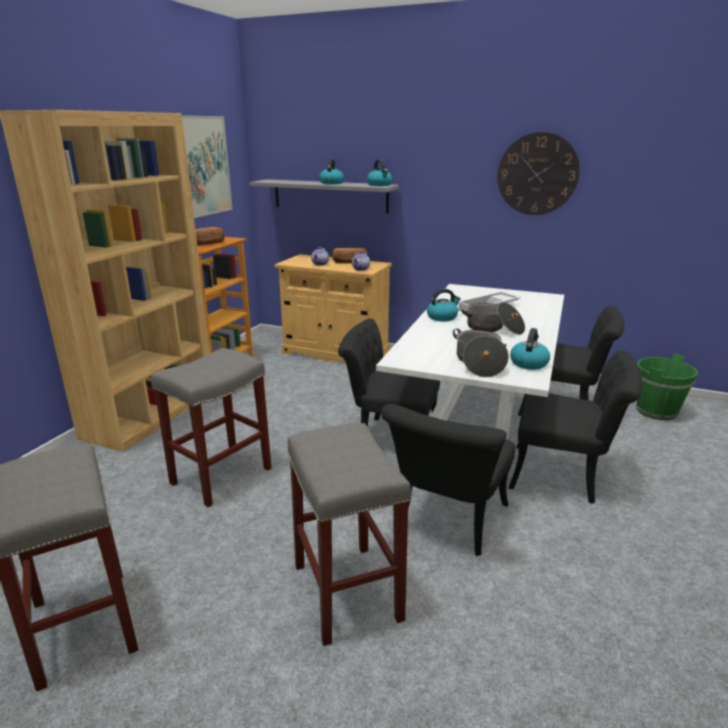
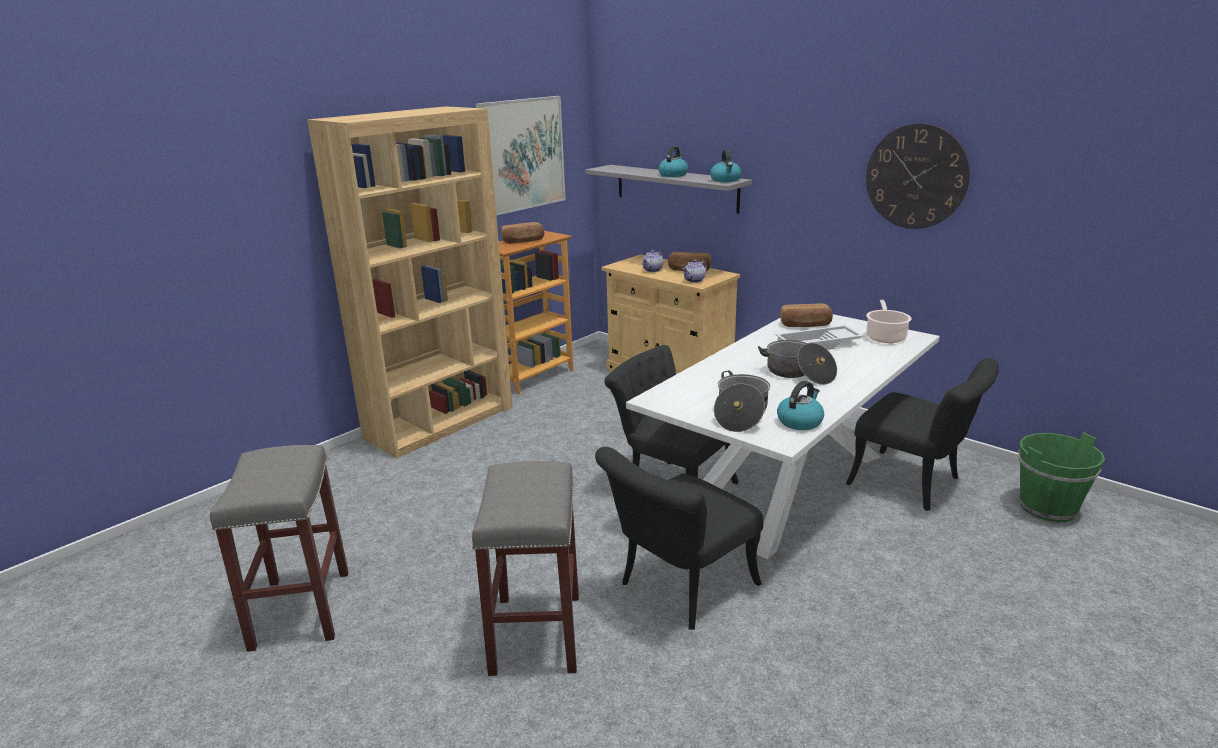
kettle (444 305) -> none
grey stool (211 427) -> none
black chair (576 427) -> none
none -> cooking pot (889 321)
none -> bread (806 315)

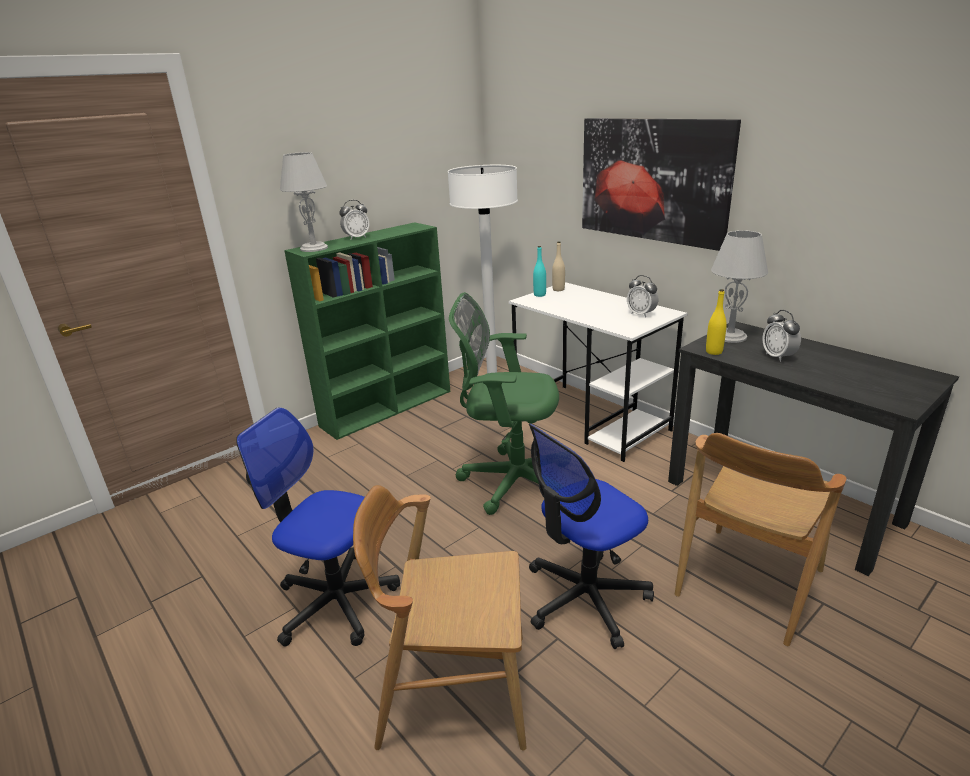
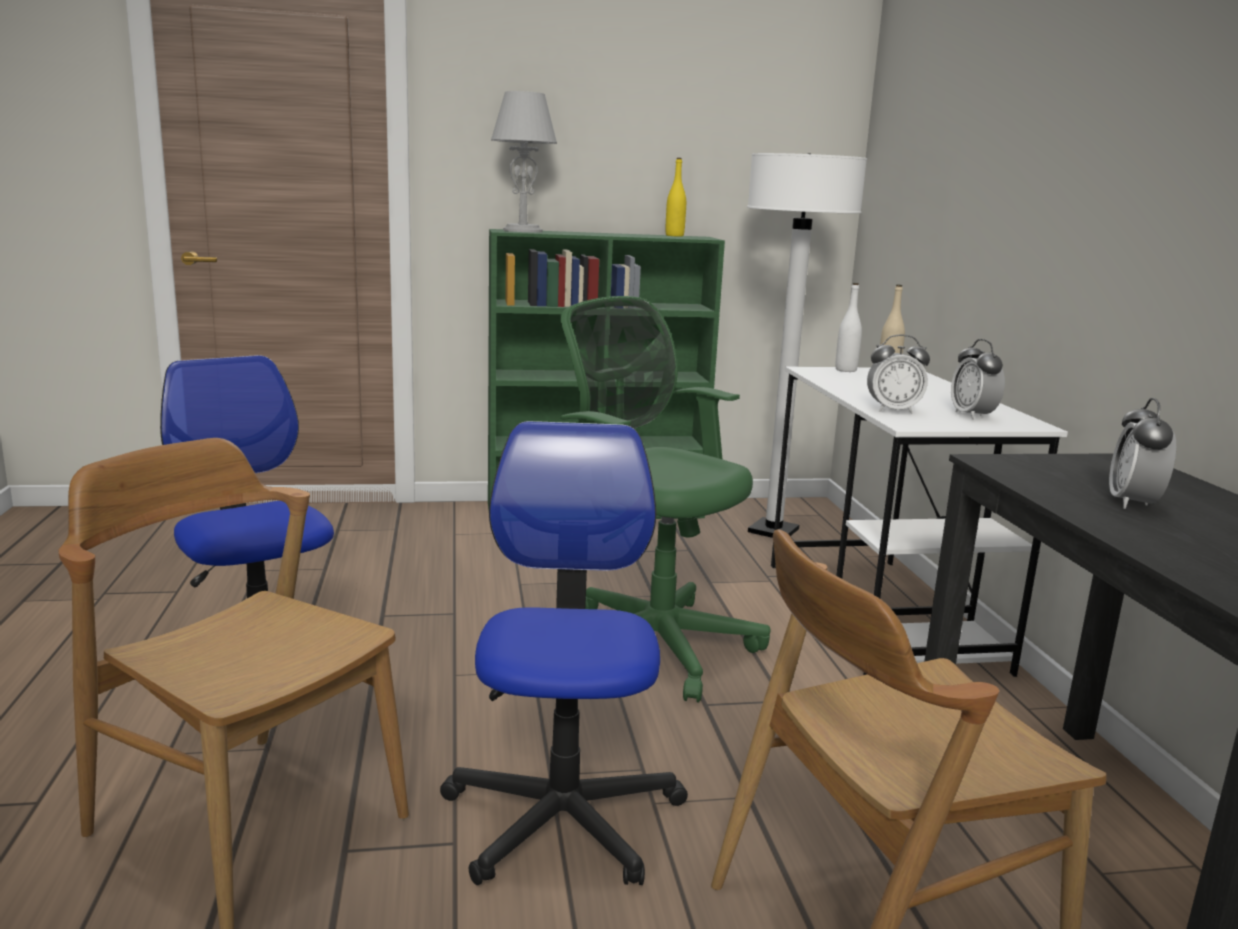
picture (661 184) -> none
alarm clock (354 220) -> alarm clock (898 374), shifted
grey table lamp (739 286) -> none
turquoise bottle (539 271) -> white bottle (848 327)
yellow bottle (716 322) -> yellow bottle (676 197), shifted
office chair (591 536) -> office chair (564 653), 90 degrees clockwise

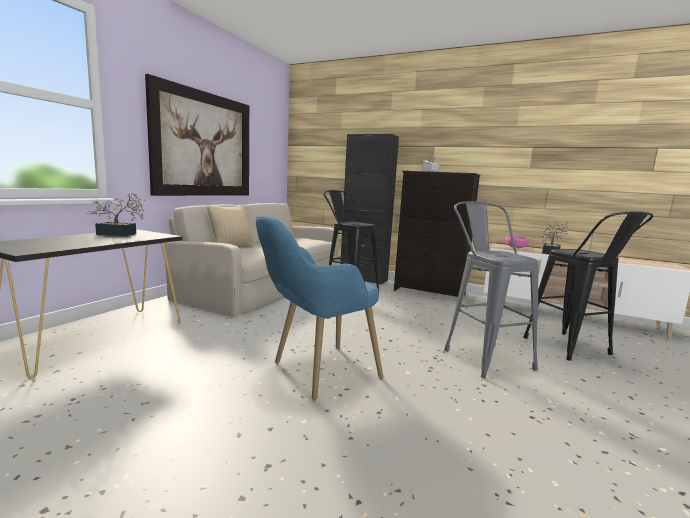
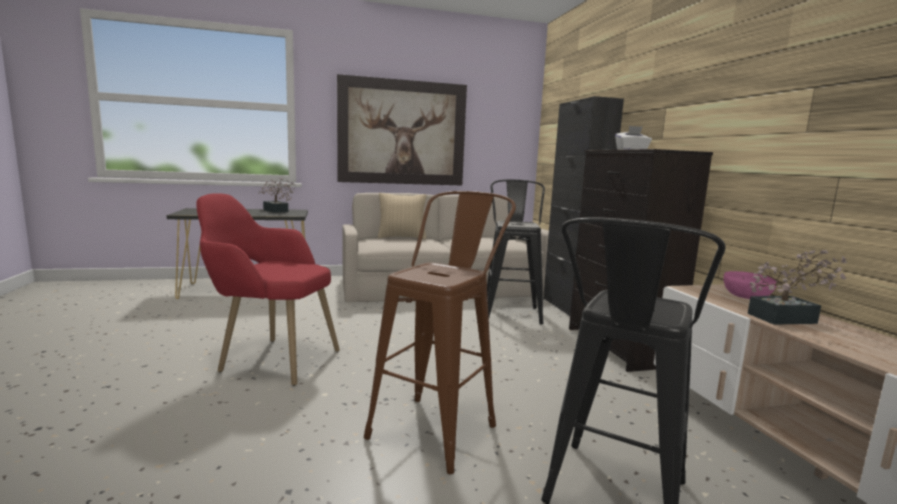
grey stool (491 289) -> brown stool (440 332)
blue armchair (319 307) -> red armchair (268 289)

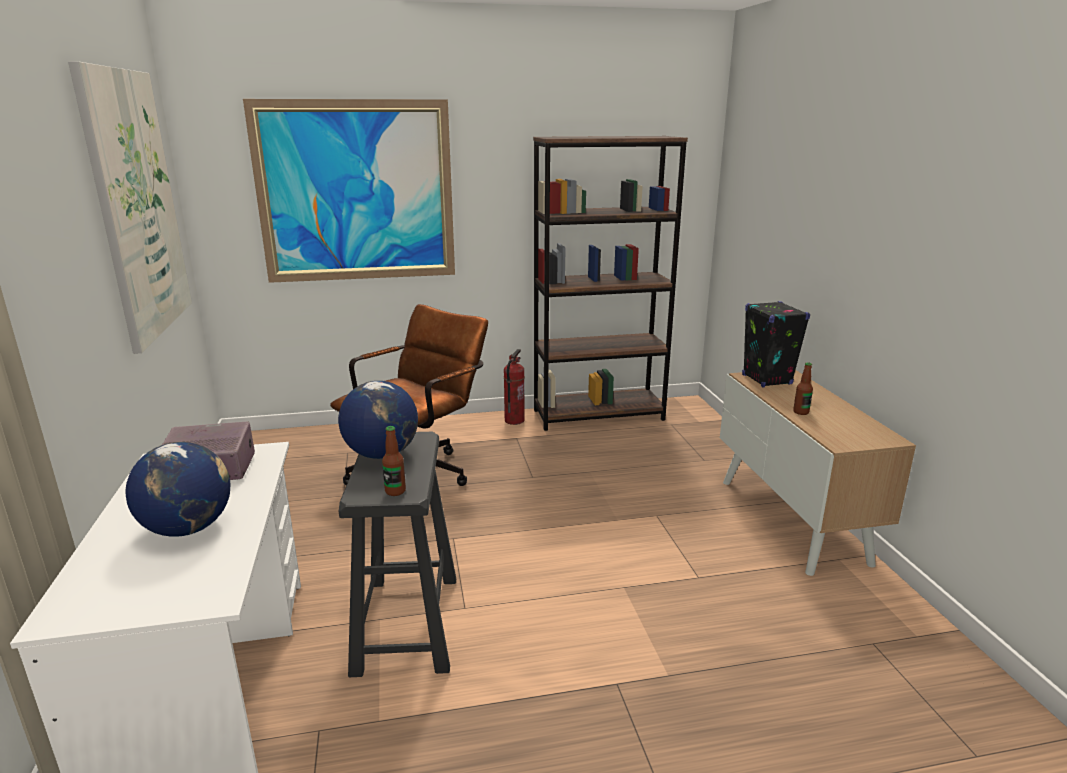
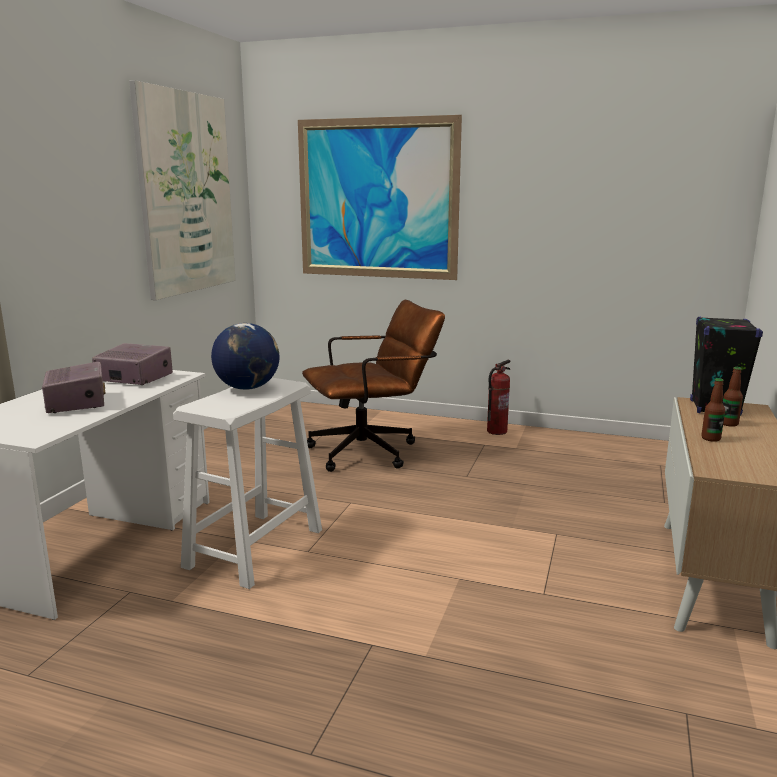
brown bookcase (610 283) -> none
bottle (394 461) -> bottle (733 397), shifted
black stool (397 554) -> white stool (247 483)
globe (177 489) -> radio (74 387)

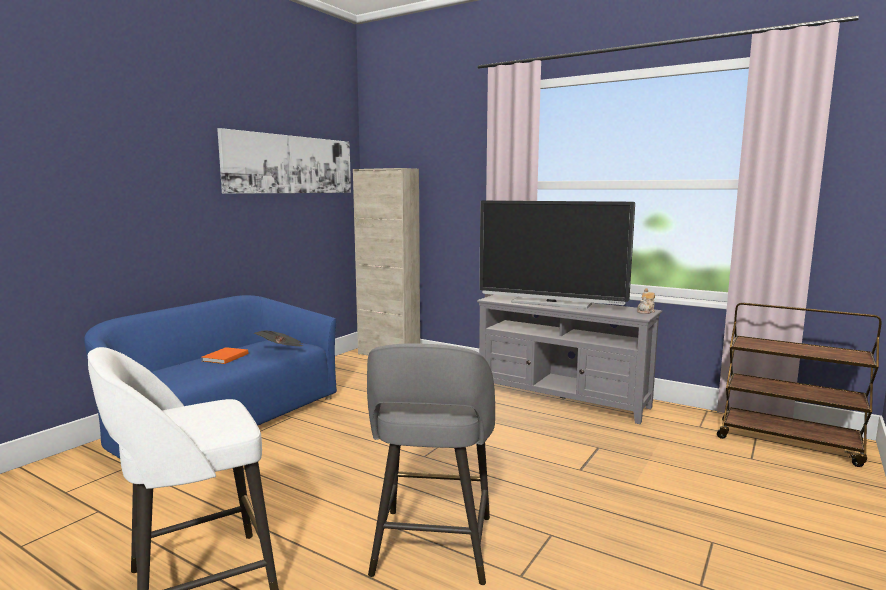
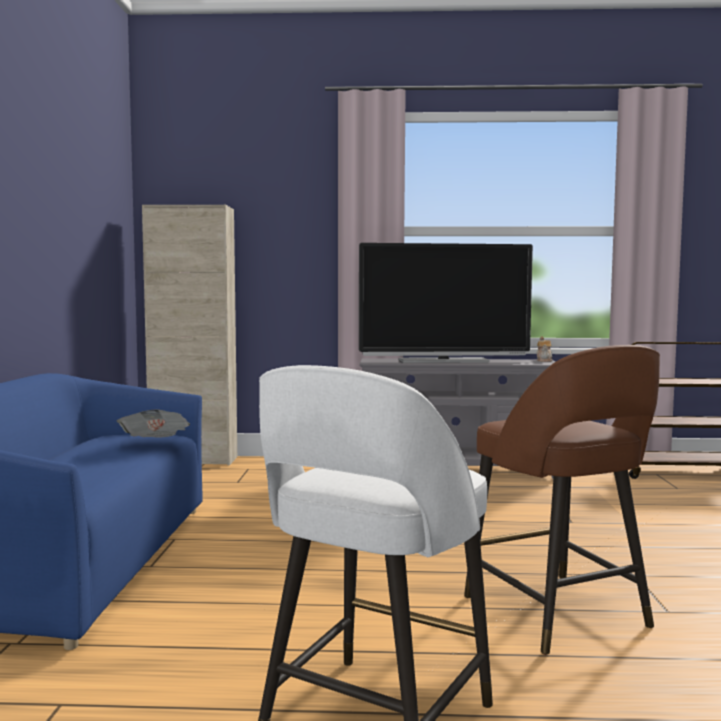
picture (284 161) -> none
grey stool (431 464) -> brown stool (562 500)
orange book (225 355) -> none

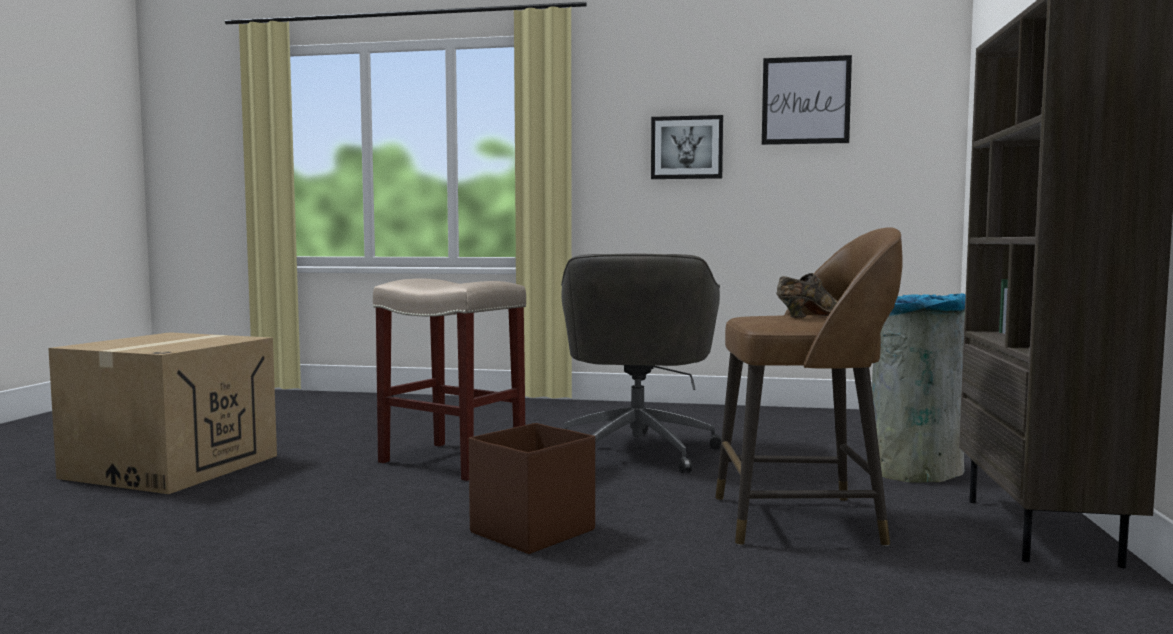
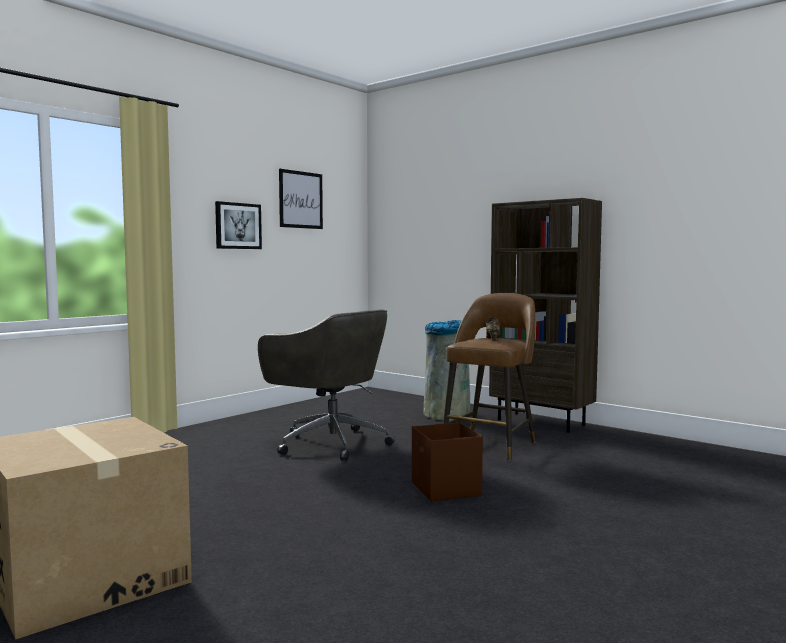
beige stool (449 379) -> none

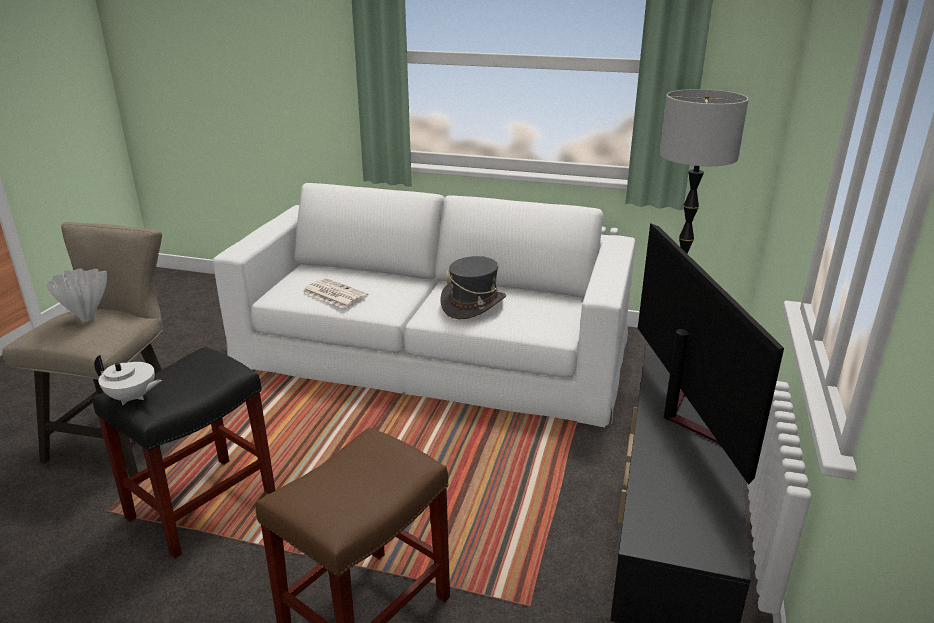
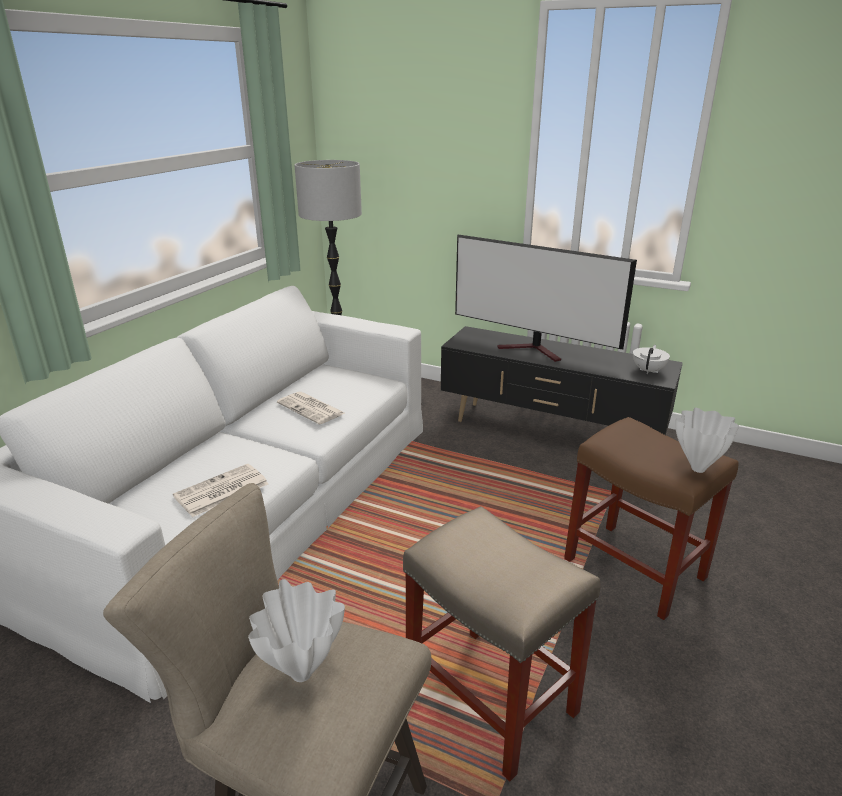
television (711 354) -> television (546 298), 150 degrees counterclockwise
grey hat (473 288) -> newspaper (311 408)
black stool (184 453) -> beige stool (501 644)
white teapot (128 380) -> white teapot (651 359), shifted
none -> white vase (707 440)

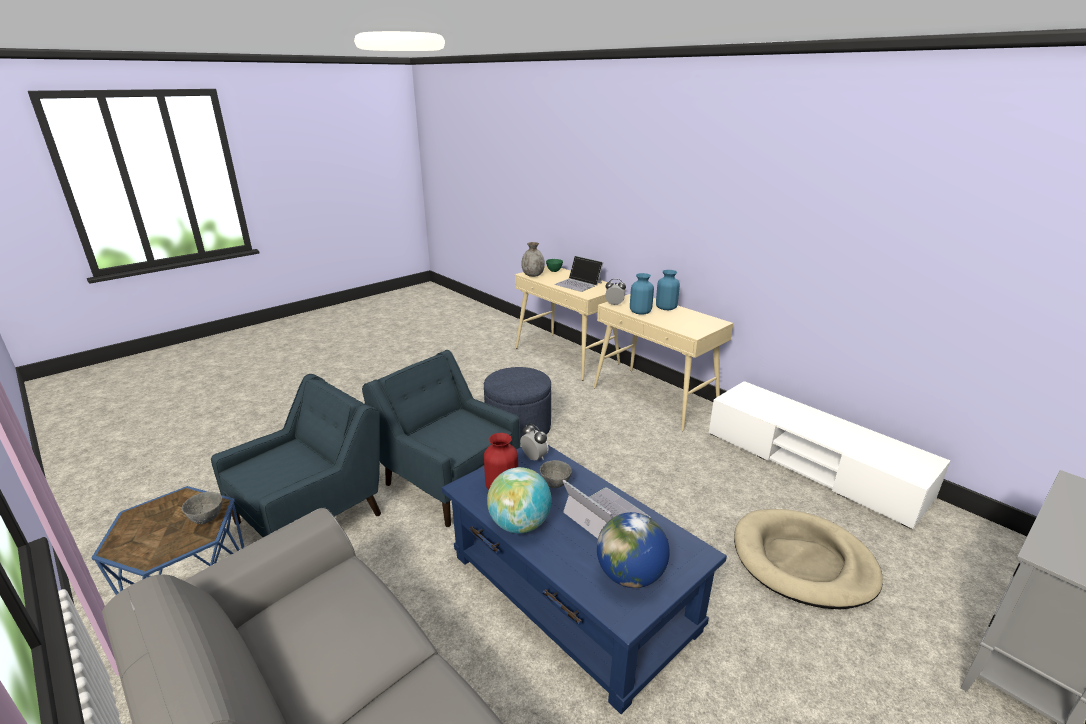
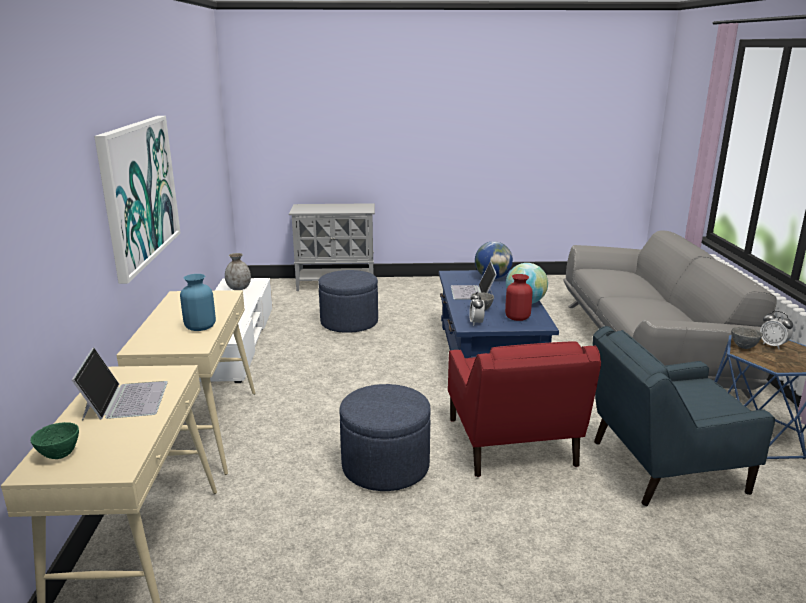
grey vase (533 259) -> grey vase (238 271), shifted
blue vase (668 290) -> none
alarm clock (615 292) -> alarm clock (776 330), shifted
blue armchair (441 438) -> red armchair (524 409)
beige dog bed (808 559) -> blue ottoman (348 301)
none -> picture (137 200)

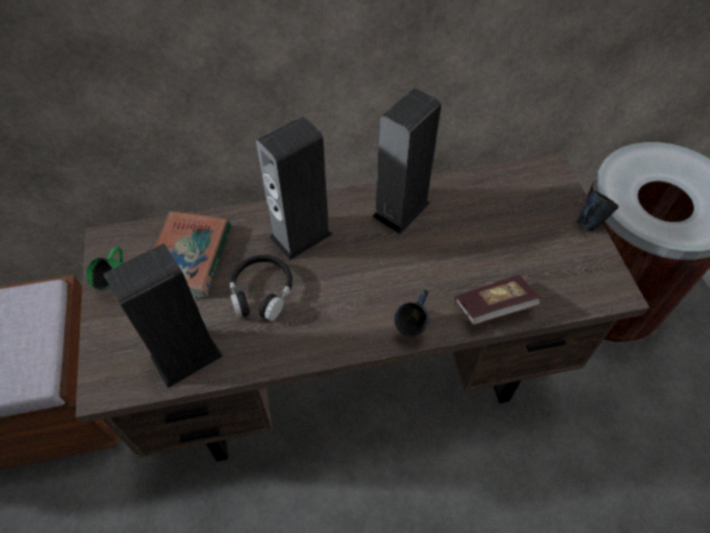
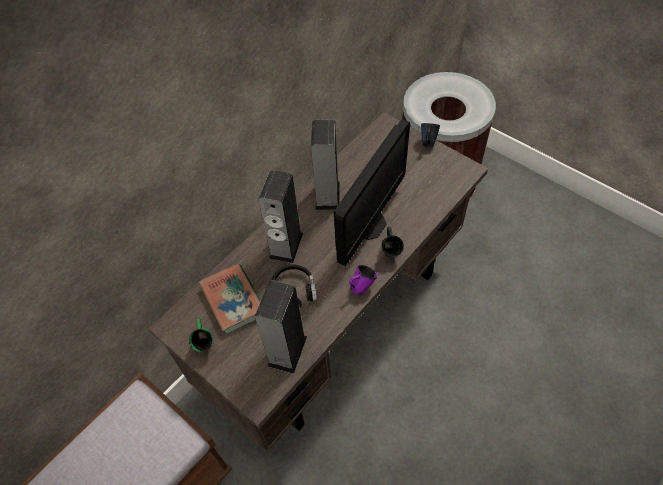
book (498 300) -> none
none -> monitor (372 192)
none -> purple mug (363 280)

